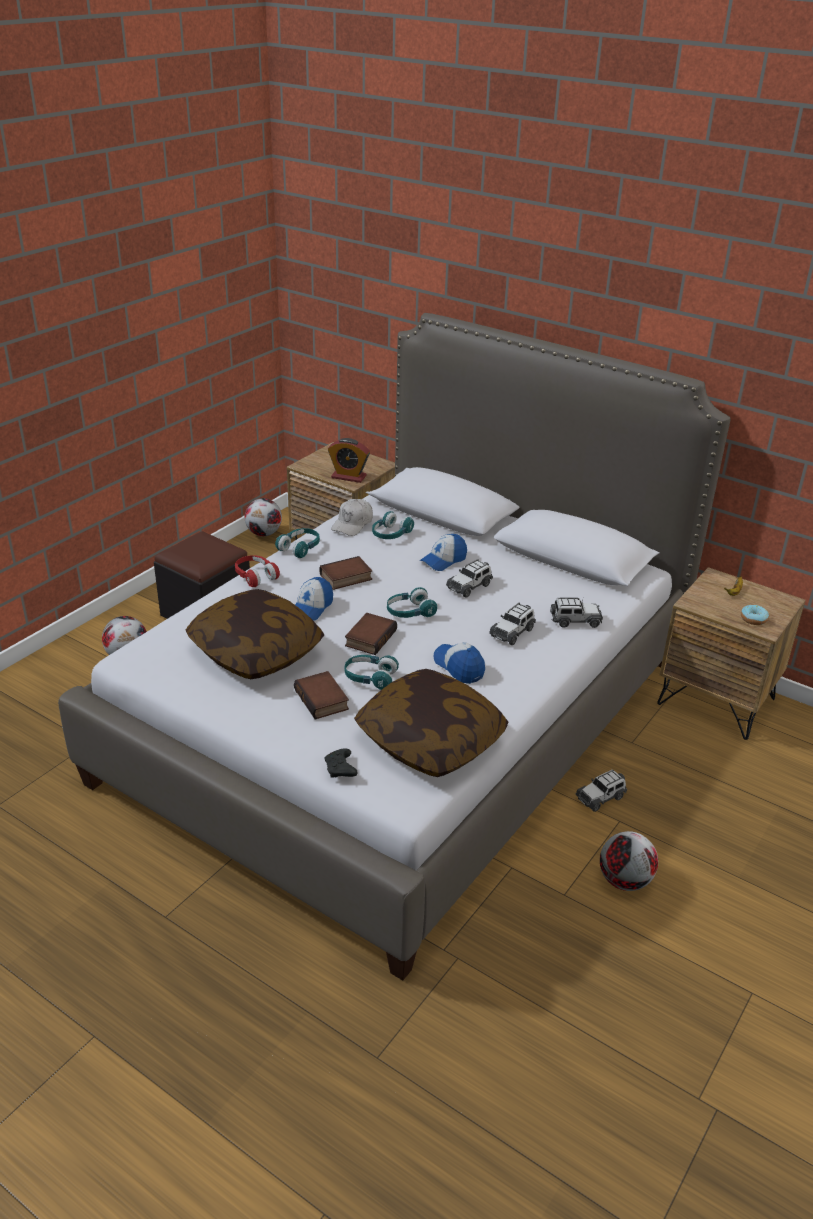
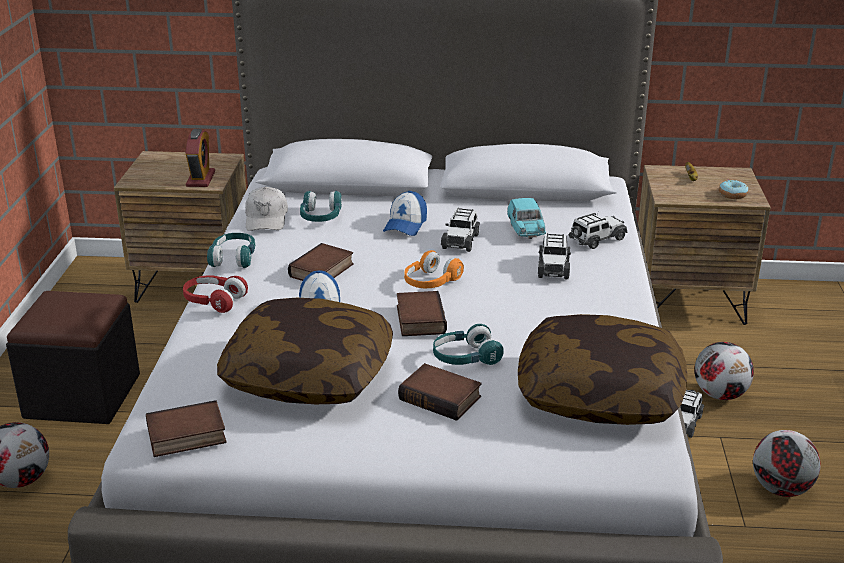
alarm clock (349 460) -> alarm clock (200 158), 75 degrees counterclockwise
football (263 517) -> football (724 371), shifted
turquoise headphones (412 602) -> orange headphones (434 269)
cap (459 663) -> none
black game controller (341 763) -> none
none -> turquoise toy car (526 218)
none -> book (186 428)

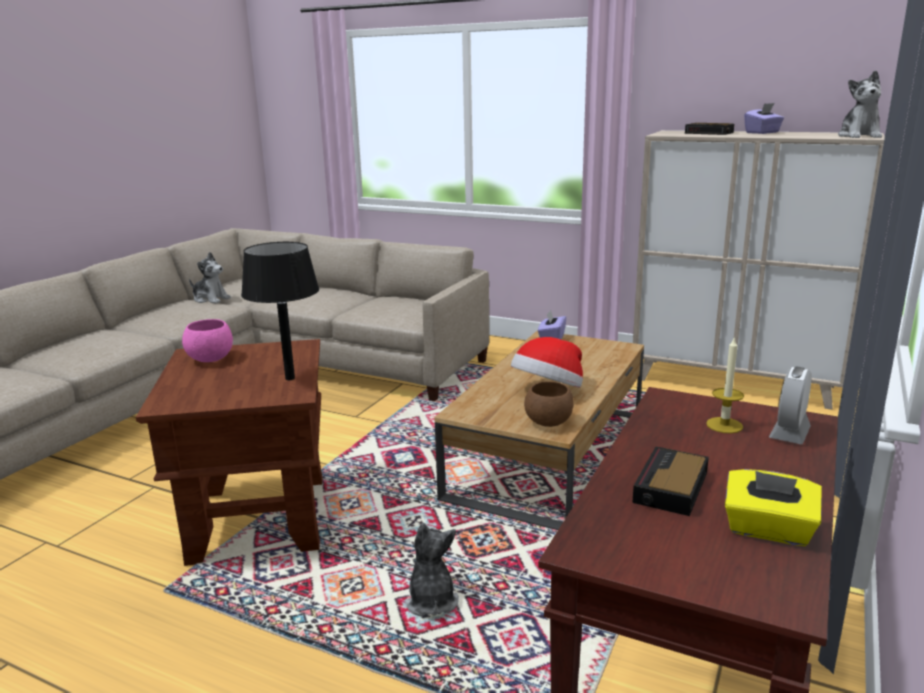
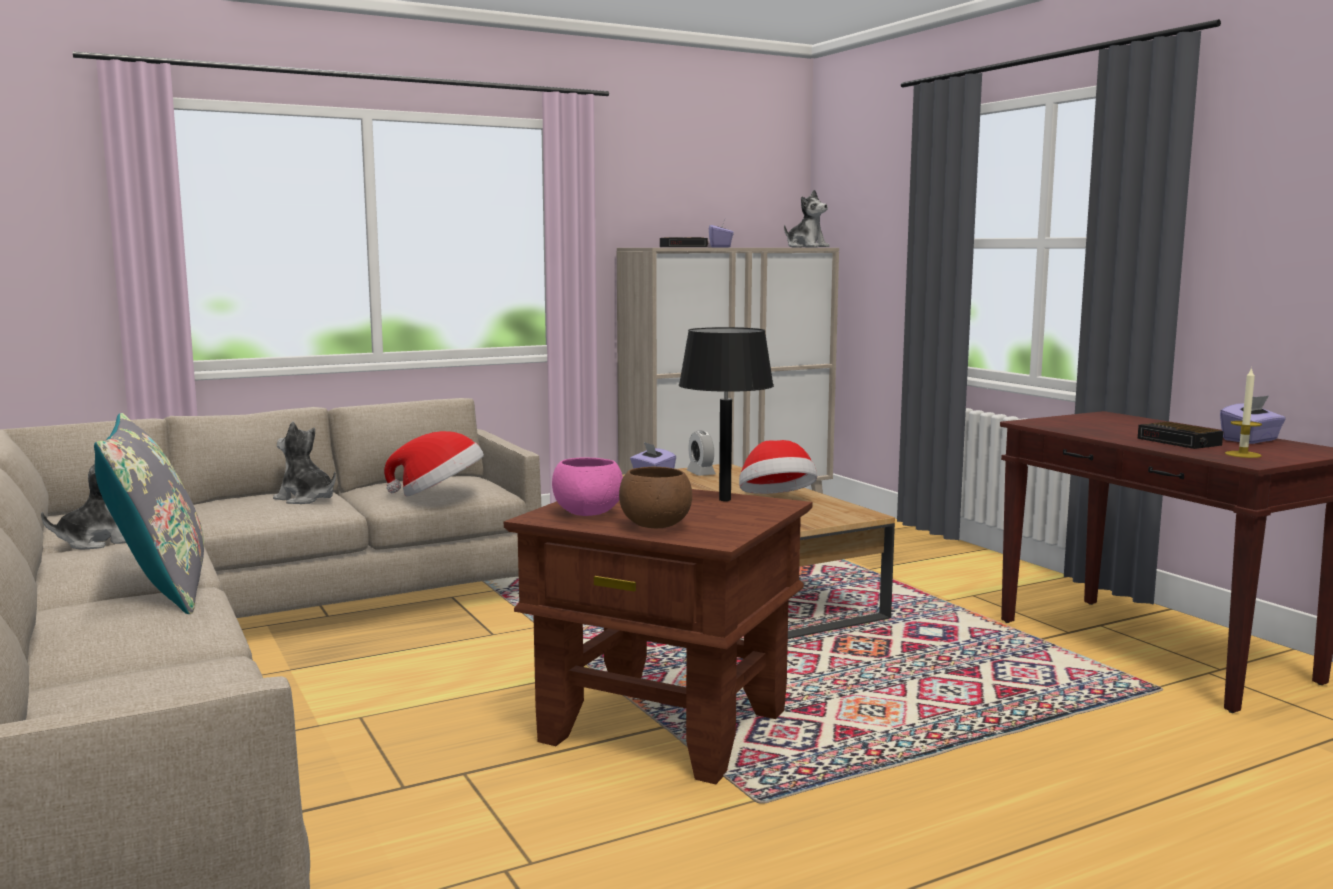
candle (725 384) -> candle (1243 412), shifted
alarm clock (790 405) -> alarm clock (701 453), shifted
brown bowl (548 404) -> brown bowl (655 497), shifted
yellow tissue box (773 507) -> purple tissue box (1253 420)
plush toy (432 569) -> plush toy (304 462), shifted
none -> grey pillow (149 513)
none -> hat (434 463)

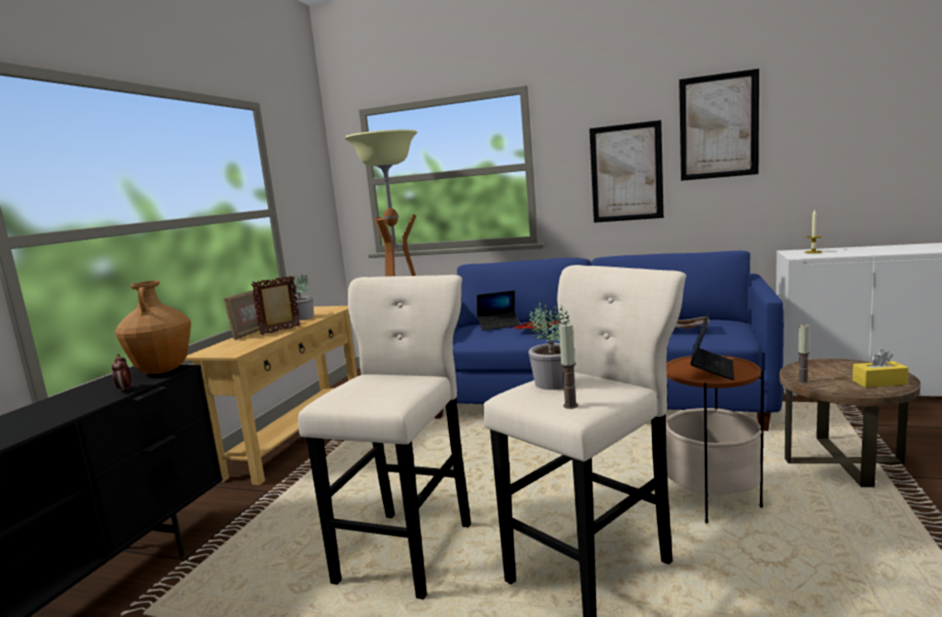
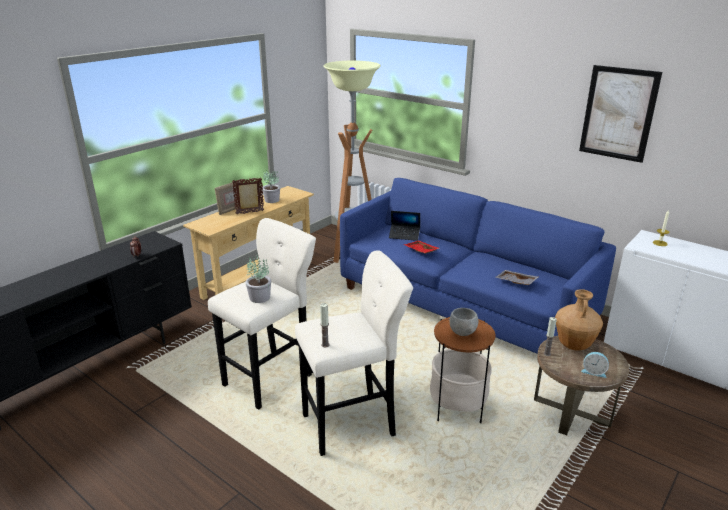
picture (626 171) -> none
brown vase (153 327) -> brown vase (579 320), shifted
potted plant (551 345) -> potted plant (258 278), shifted
laptop (712 346) -> grey bowl (463 322)
yellow tissue box (880 368) -> alarm clock (595 365)

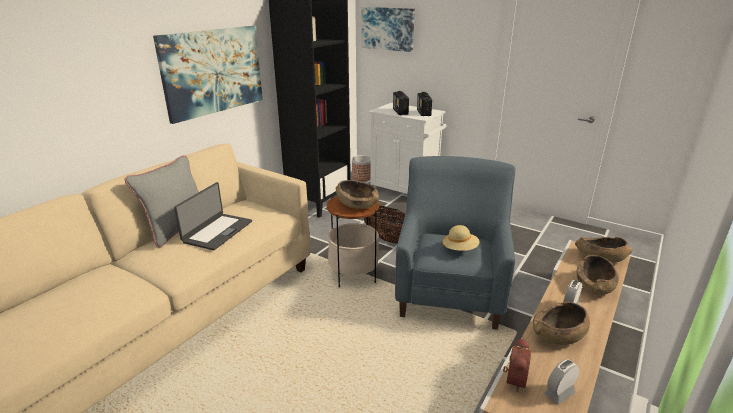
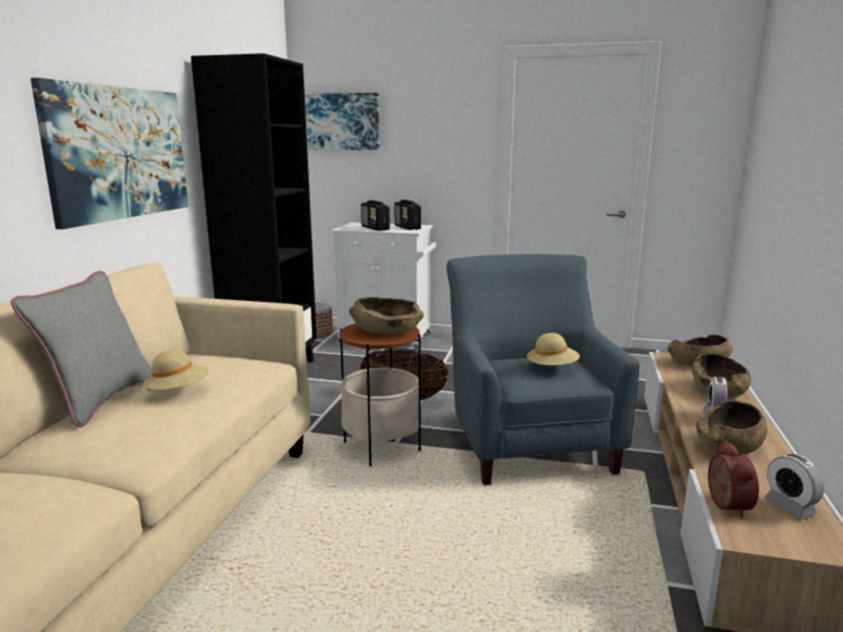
laptop (213 216) -> beige hat (176 370)
alarm clock (561 382) -> alarm clock (794 487), 60 degrees counterclockwise

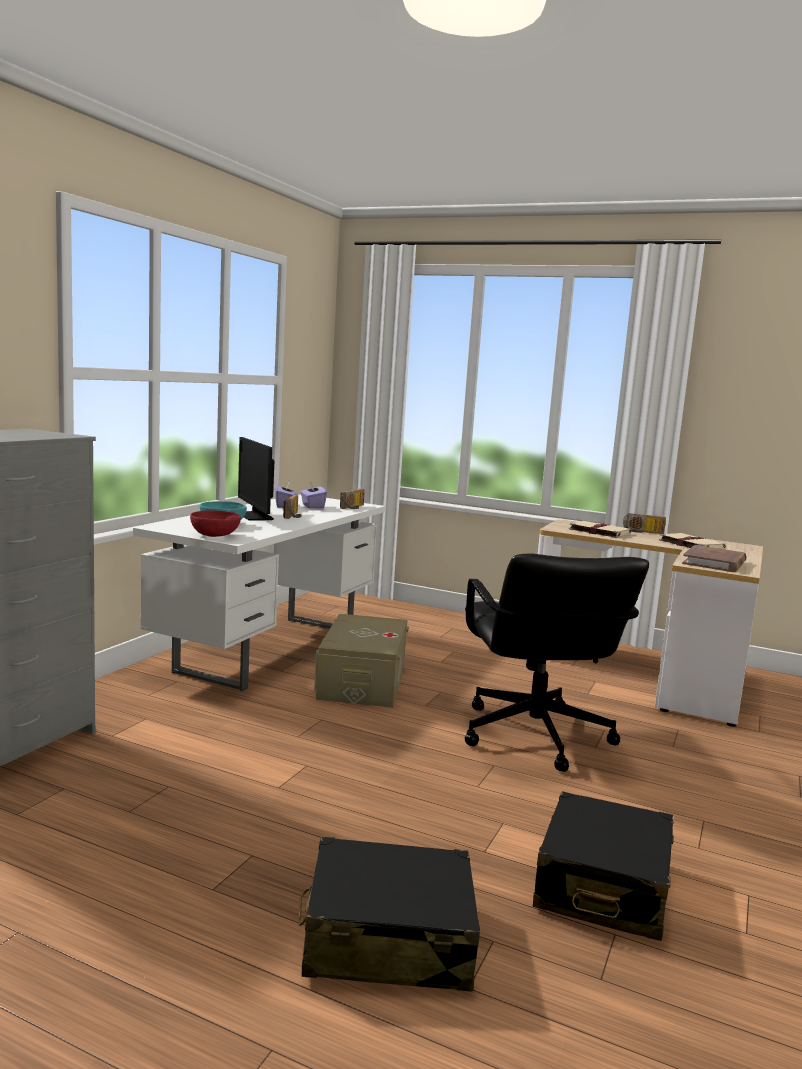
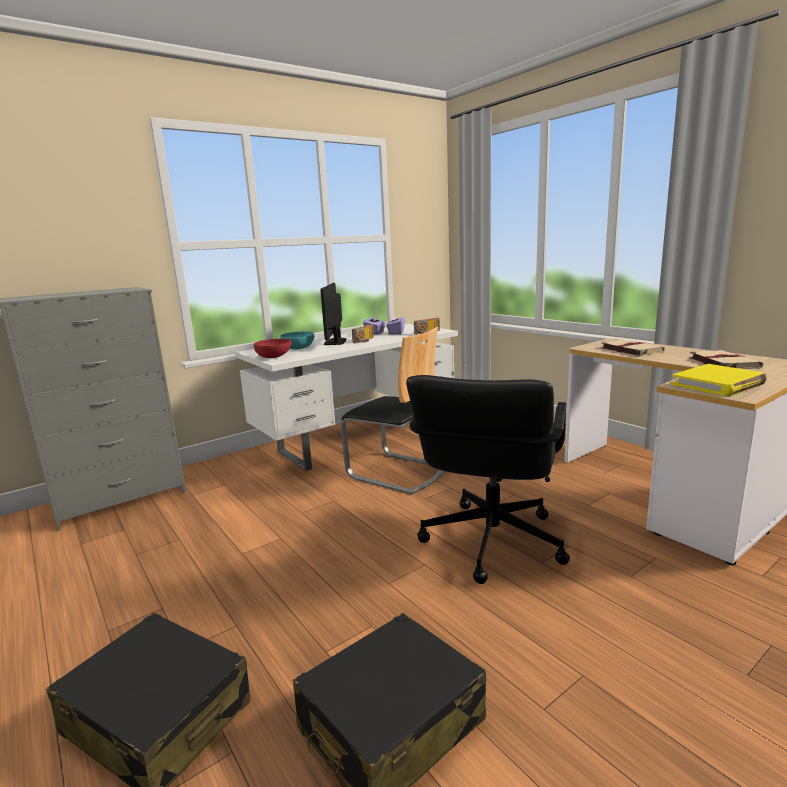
radio (644 523) -> none
brown book (714 558) -> yellow book (719 380)
beige storage box (361 661) -> chair (393 411)

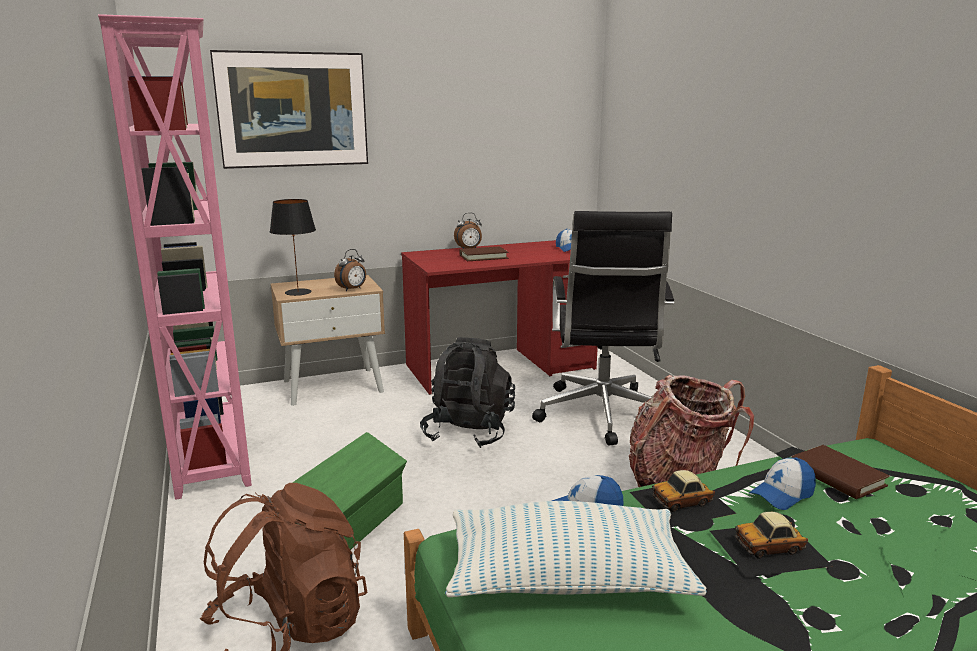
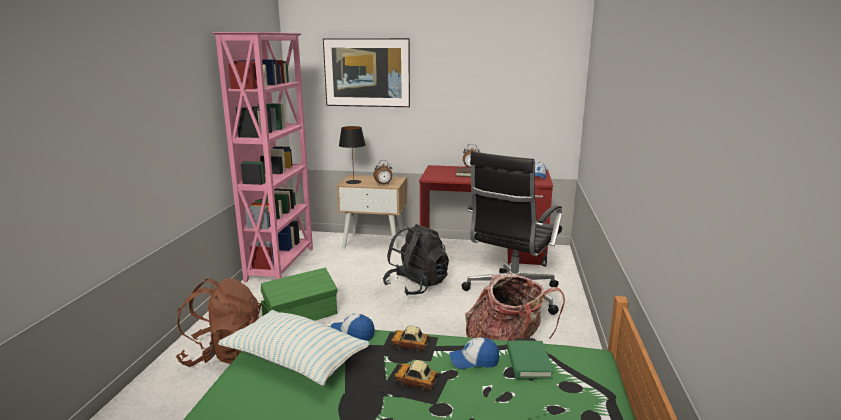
brown book (840 472) -> green book (530 360)

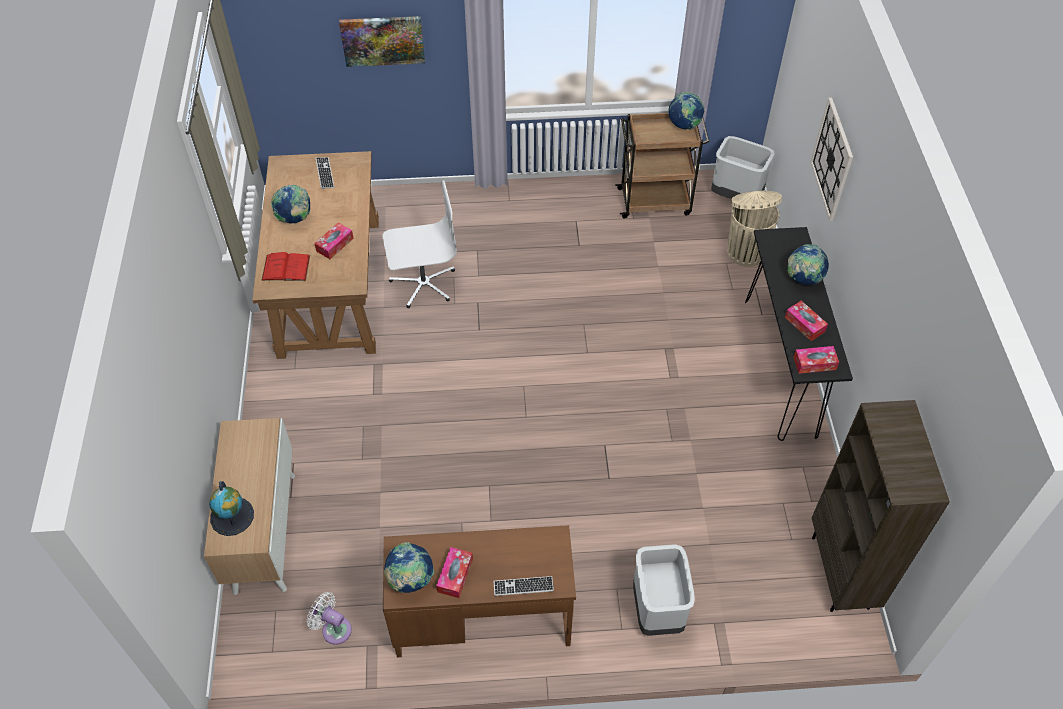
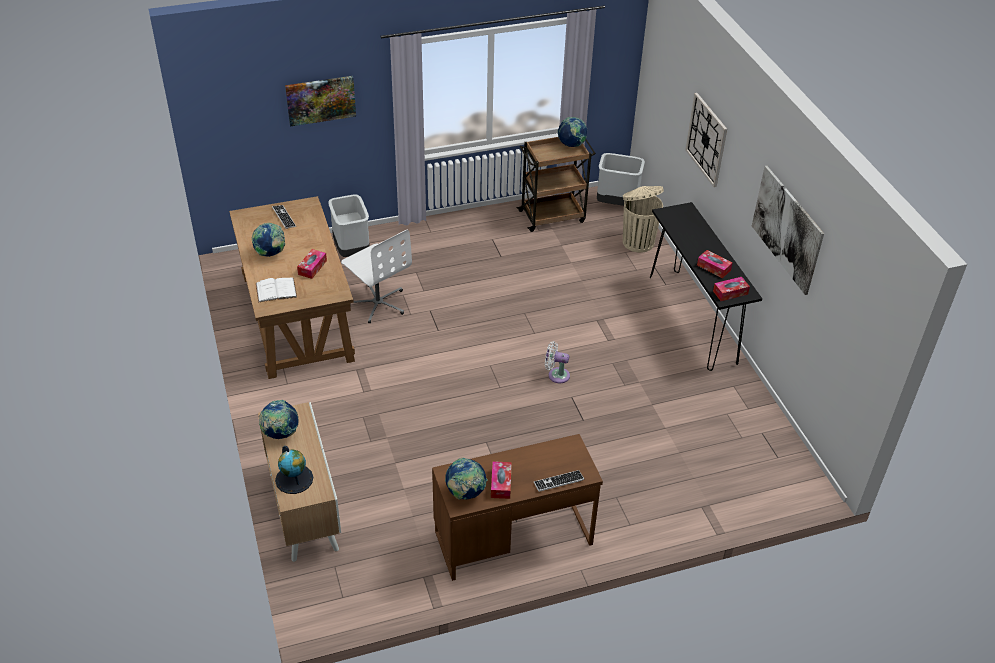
white office chair (420 244) -> white office chair (376 276), 75 degrees clockwise
globe (808 264) -> globe (278 419), shifted
red book (285 266) -> white book (276 290)
brown bookcase (881 506) -> none
grey trash can (664 590) -> grey trash can (349 225), shifted
white fan (329 618) -> white fan (557 362), shifted
none -> picture (788 230)

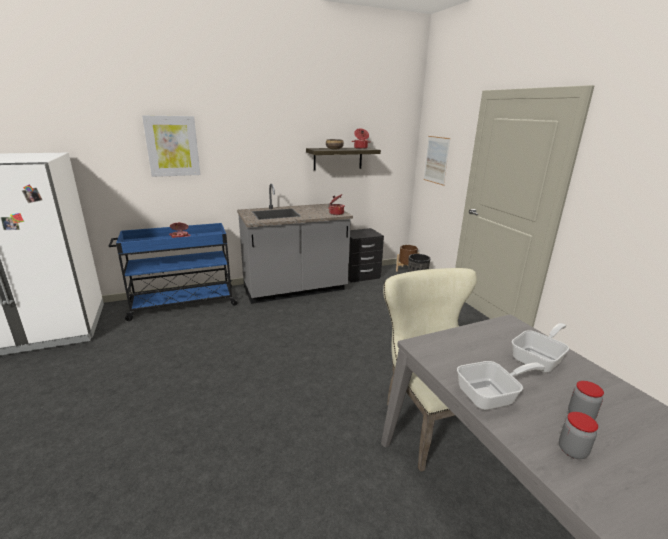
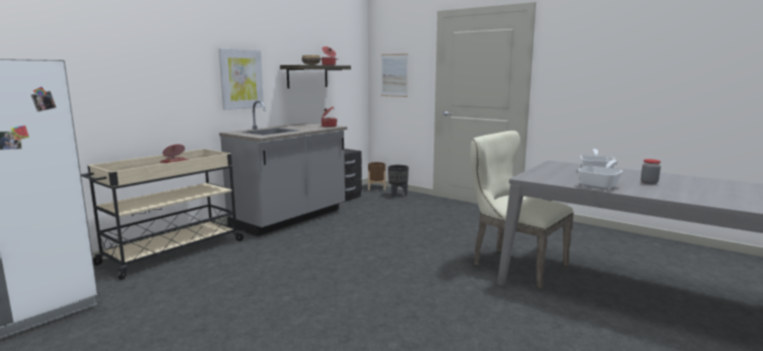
picture (171 146) -> picture (241 79), shifted
blue cart (173 272) -> beige cart (163 214)
jar (578 435) -> none

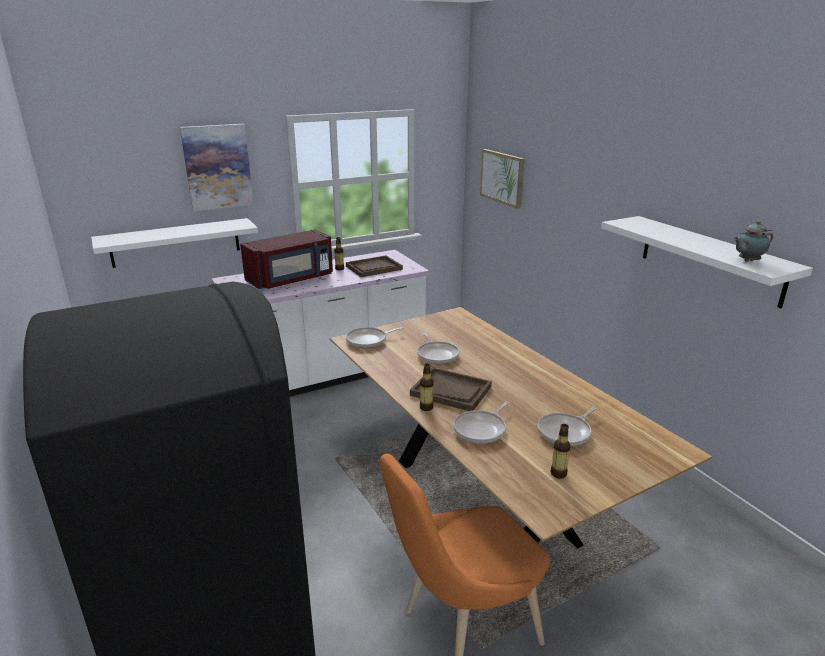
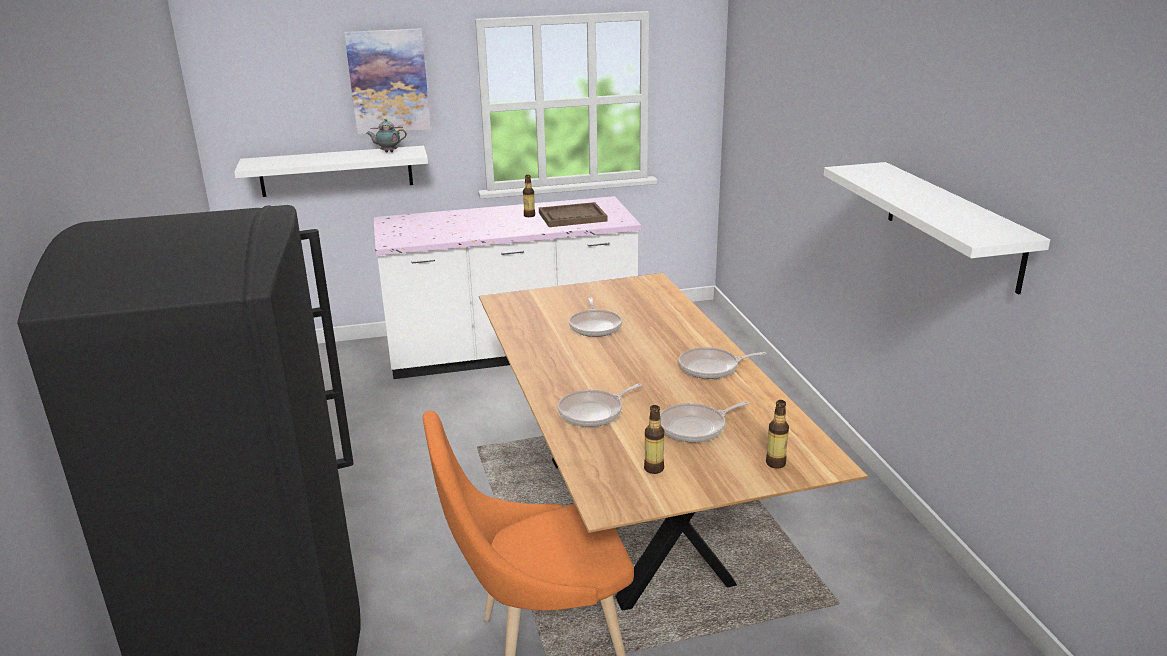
picture (502 179) -> none
teapot (753 241) -> teapot (387 135), shifted
red microwave (286 259) -> none
frying pan (375 337) -> frying pan (722 363), shifted
bottle (427 387) -> bottle (777 434), shifted
brown tray (451 389) -> none

